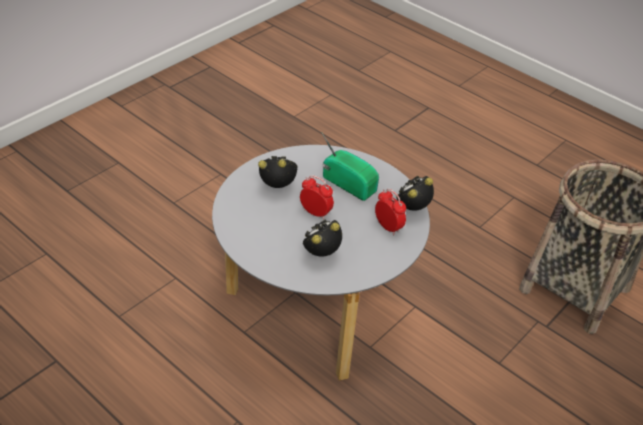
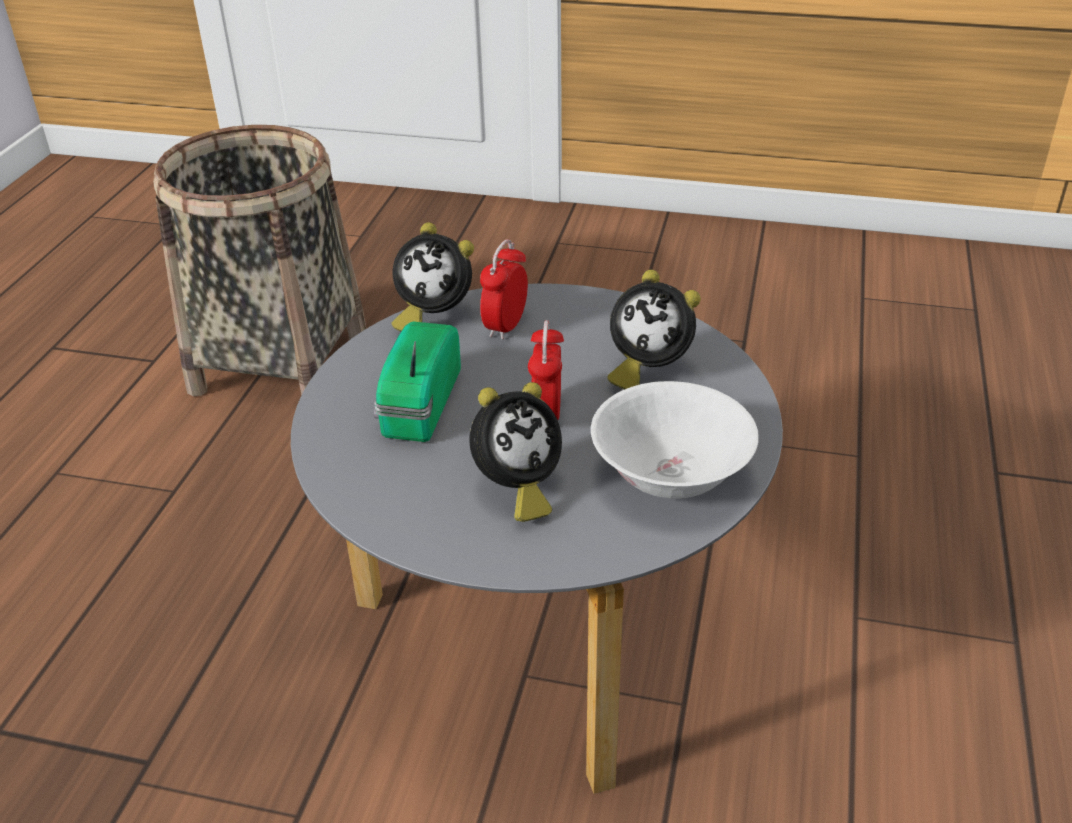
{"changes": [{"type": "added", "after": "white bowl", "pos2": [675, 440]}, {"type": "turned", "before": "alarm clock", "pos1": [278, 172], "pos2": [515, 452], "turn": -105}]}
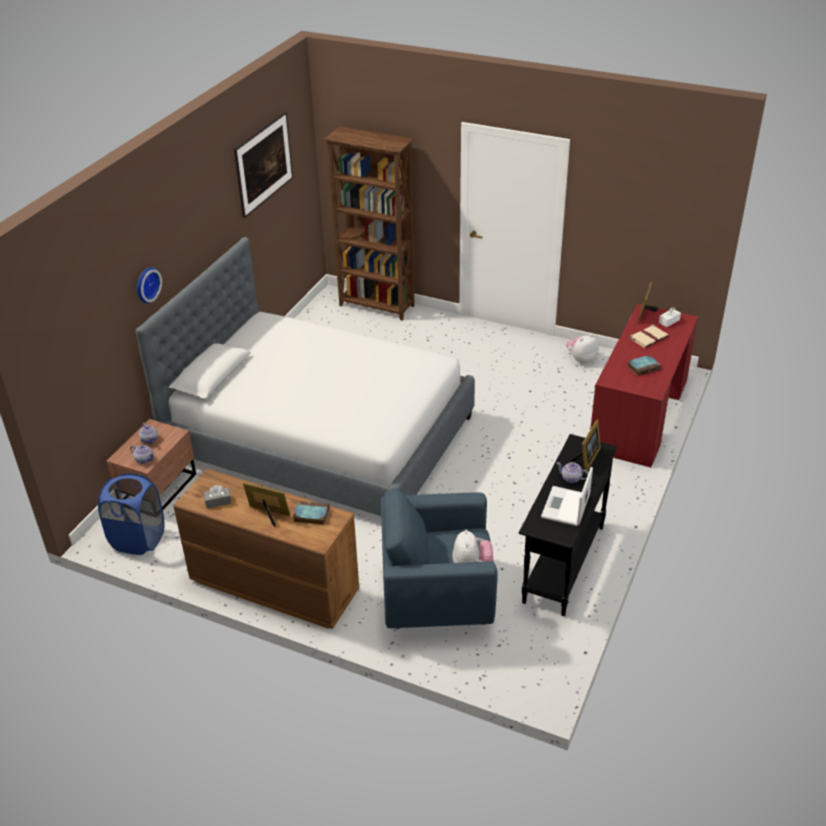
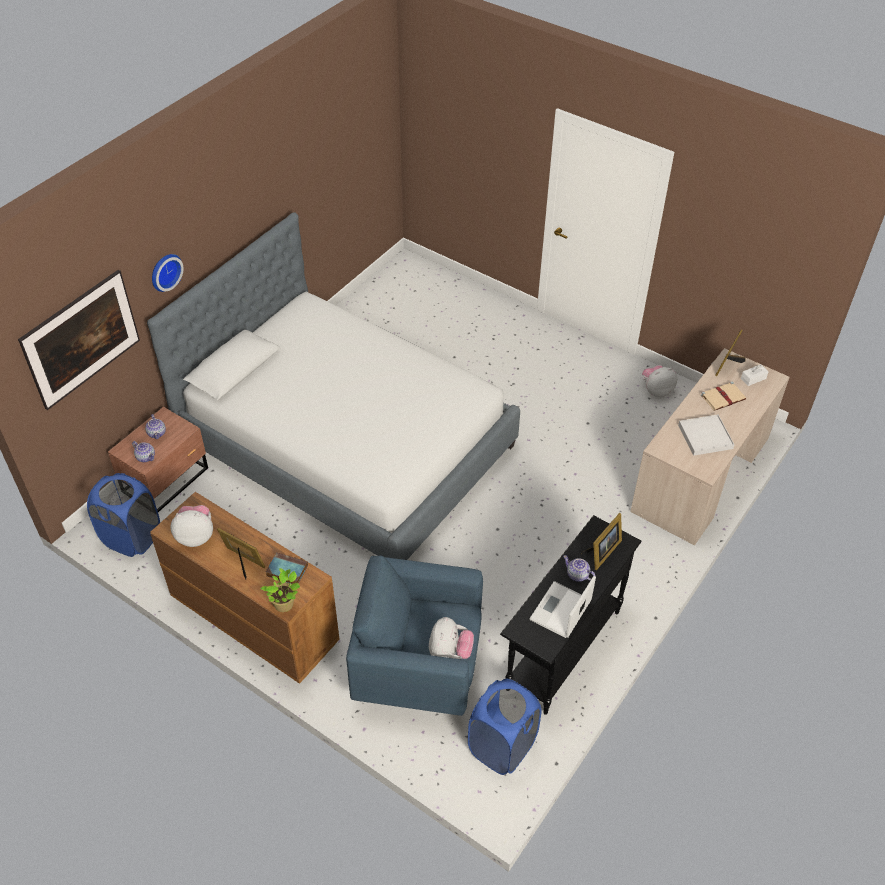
{"changes": [{"type": "removed", "before": "brown bookcase", "pos1": [369, 223]}, {"type": "added", "after": "potted plant", "pos2": [280, 590]}, {"type": "added", "after": "blue laundry basket", "pos2": [505, 727]}, {"type": "moved", "before": "picture", "pos1": [263, 165], "pos2": [79, 340]}, {"type": "replaced", "before": "grey tissue box", "after": "plush toy", "pos1": [217, 496], "pos2": [191, 526]}, {"type": "replaced", "before": "book", "after": "white tray", "pos1": [644, 365], "pos2": [706, 435]}, {"type": "recoloured", "before": "red desk", "after": "beige desk", "pos1": [644, 386], "pos2": [710, 446]}]}
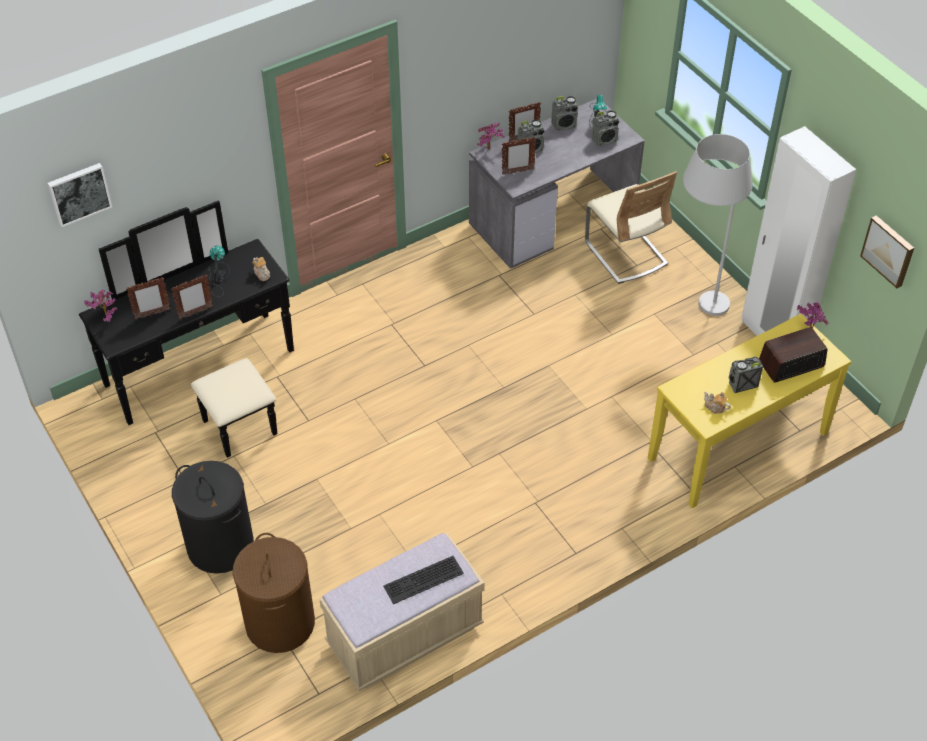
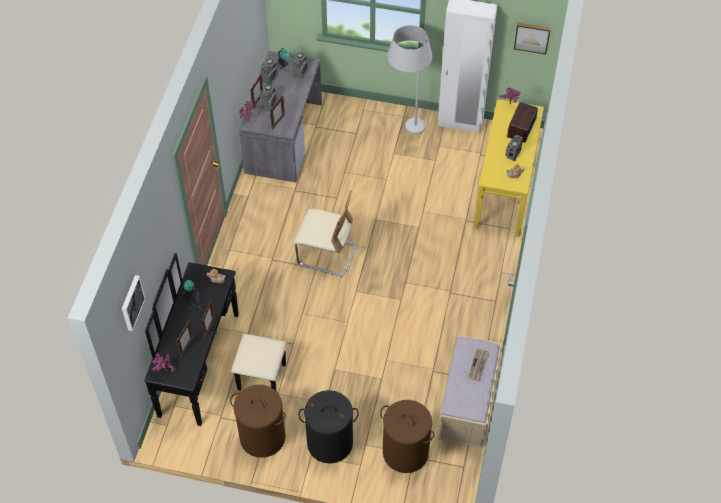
{"changes": [{"type": "added", "after": "brown laundry basket", "pos2": [258, 421]}, {"type": "moved", "before": "beige chair", "pos1": [631, 227], "pos2": [325, 233]}, {"type": "replaced", "before": "keyboard", "after": "newspaper", "pos1": [423, 580], "pos2": [478, 364]}]}
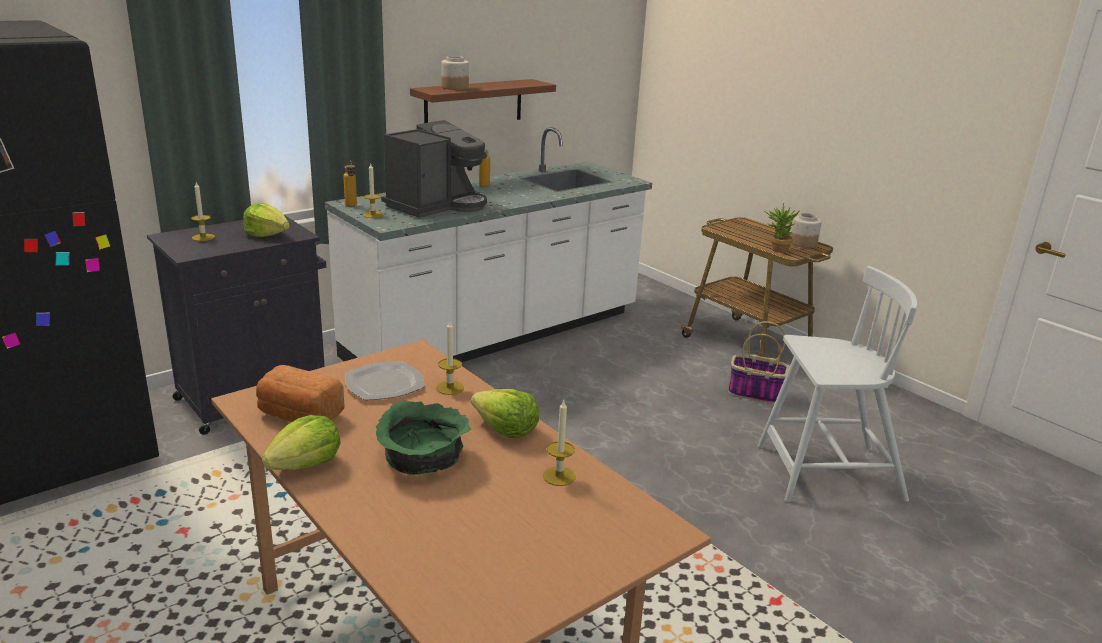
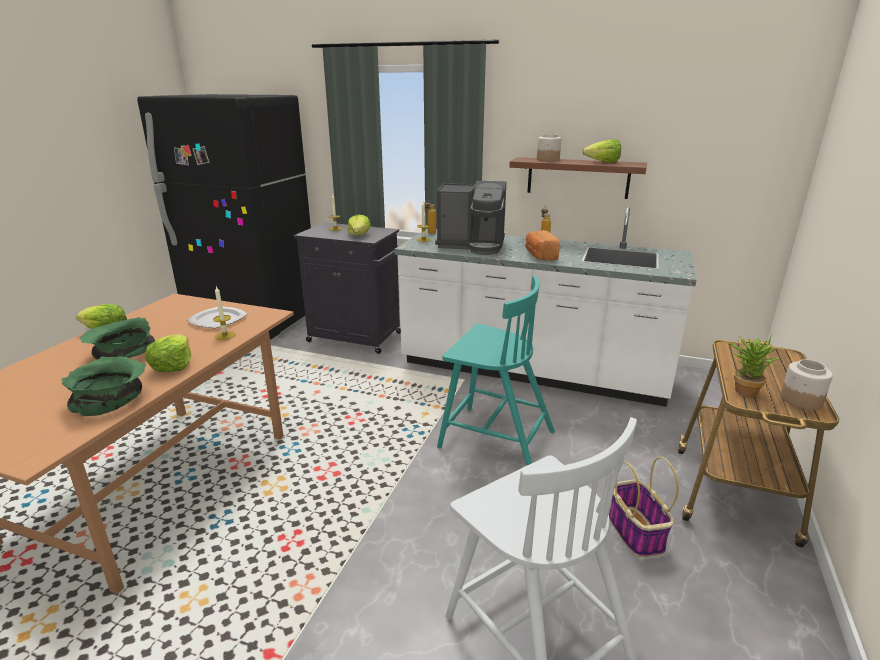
{"changes": [{"type": "added", "after": "turquoise chair", "pos2": [496, 370]}, {"type": "added", "after": "lettuce", "pos2": [601, 151]}, {"type": "moved", "before": "bread", "pos1": [300, 393], "pos2": [542, 245]}, {"type": "replaced", "before": "candle", "after": "green bowl", "pos1": [559, 443], "pos2": [104, 386]}]}
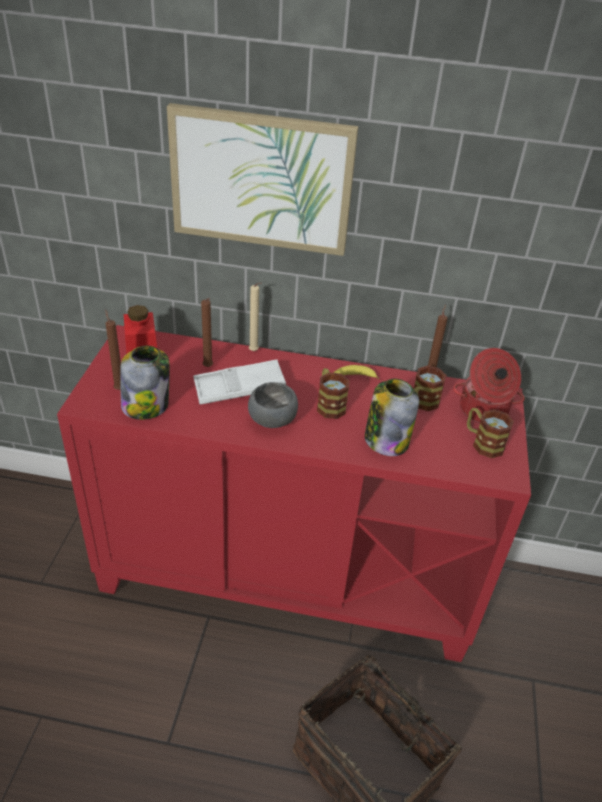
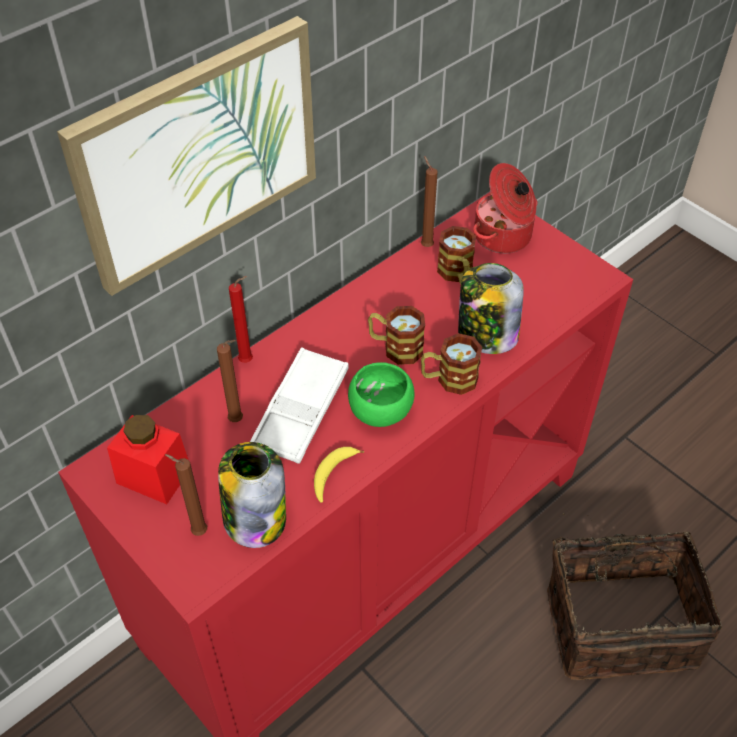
{"changes": [{"type": "moved", "before": "banana", "pos1": [356, 372], "pos2": [339, 475]}, {"type": "moved", "before": "mug", "pos1": [490, 433], "pos2": [452, 364]}, {"type": "recoloured", "before": "grey bowl", "after": "green bowl", "pos1": [273, 405], "pos2": [381, 394]}, {"type": "recoloured", "before": "beige candle", "after": "red candle", "pos1": [255, 317], "pos2": [241, 319]}]}
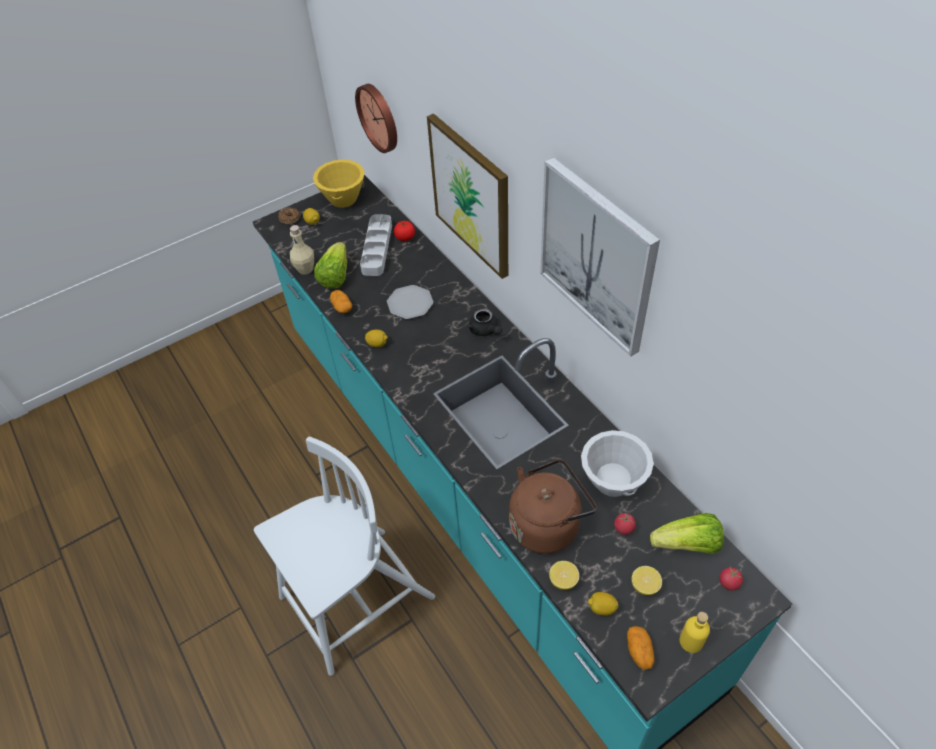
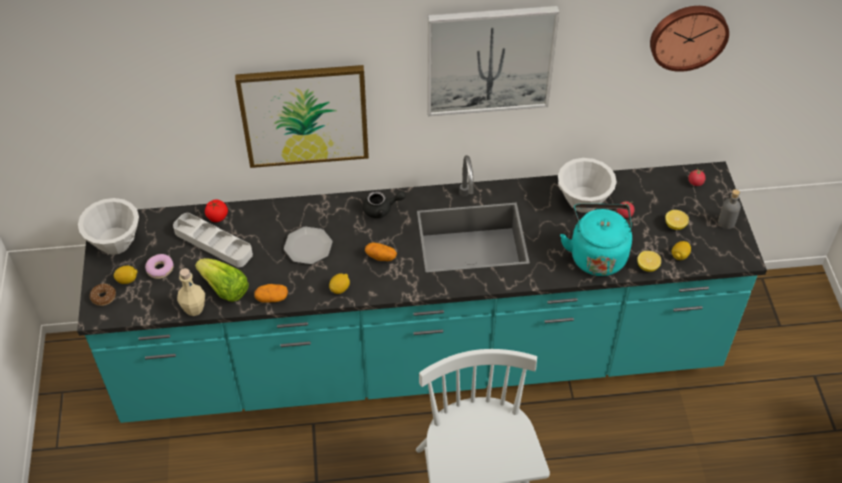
{"changes": [{"type": "removed", "before": "lettuce", "pos1": [687, 533]}, {"type": "added", "after": "donut", "pos2": [159, 266]}, {"type": "moved", "before": "wall clock", "pos1": [376, 118], "pos2": [689, 39]}, {"type": "moved", "before": "potato", "pos1": [640, 648], "pos2": [381, 251]}, {"type": "recoloured", "before": "yellow bowl", "after": "white bowl", "pos1": [339, 184], "pos2": [108, 226]}, {"type": "recoloured", "before": "brown kettle", "after": "turquoise kettle", "pos1": [553, 506], "pos2": [596, 240]}, {"type": "recoloured", "before": "yellow bottle", "after": "grey bottle", "pos1": [694, 632], "pos2": [729, 209]}]}
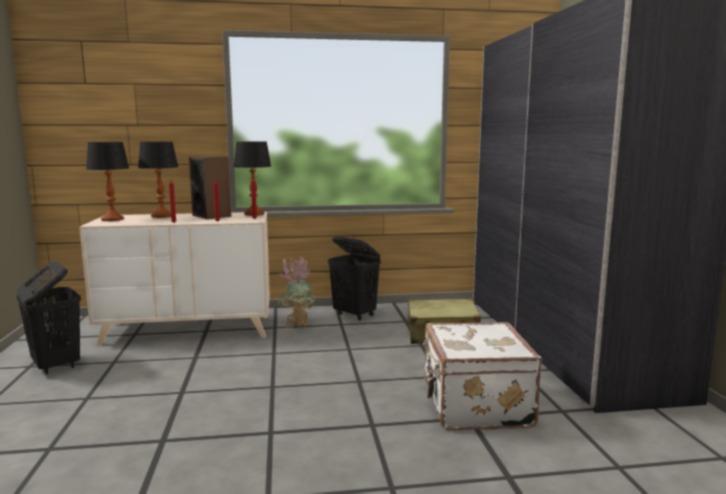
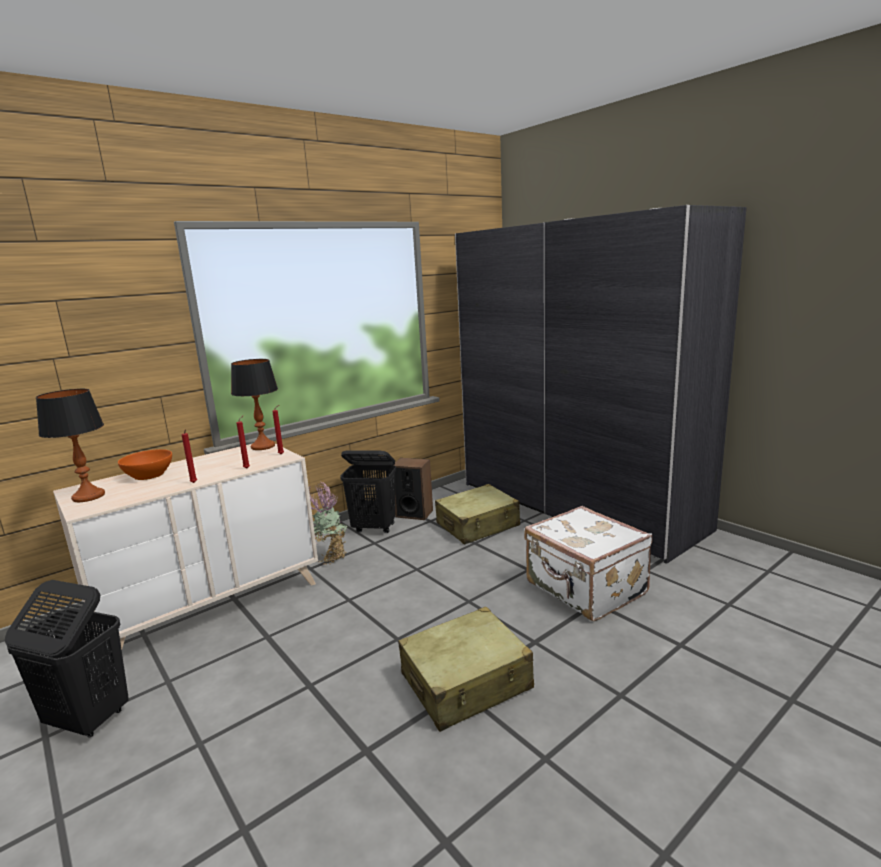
{"changes": [{"type": "added", "after": "beige suitcase", "pos2": [466, 669]}, {"type": "moved", "before": "speaker", "pos1": [210, 187], "pos2": [413, 489]}, {"type": "replaced", "before": "table lamp", "after": "orange bowl", "pos1": [158, 180], "pos2": [145, 464]}]}
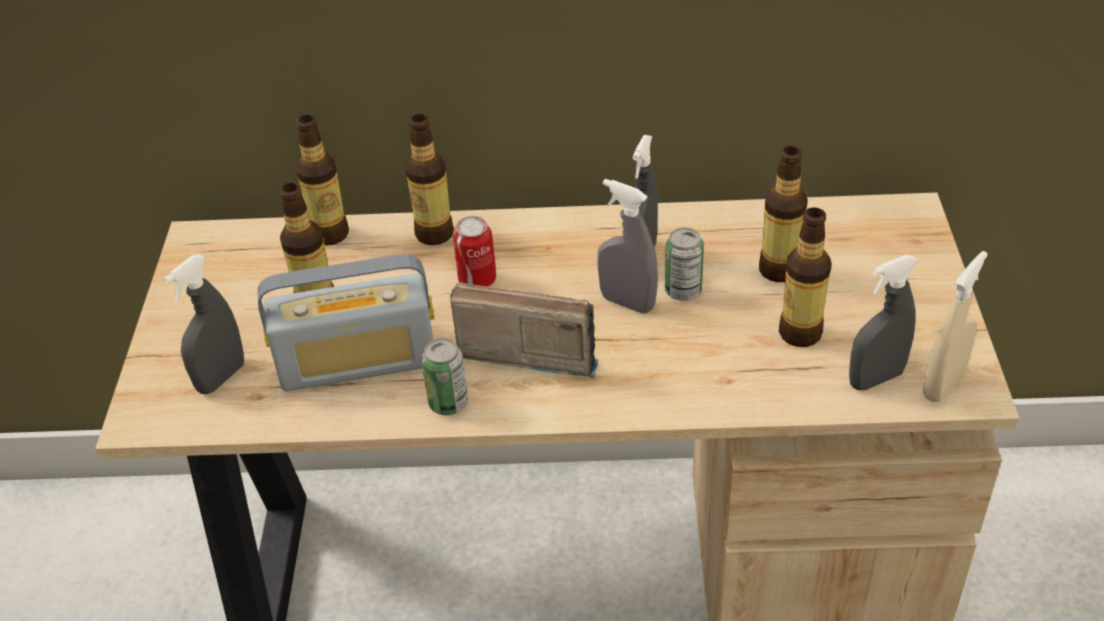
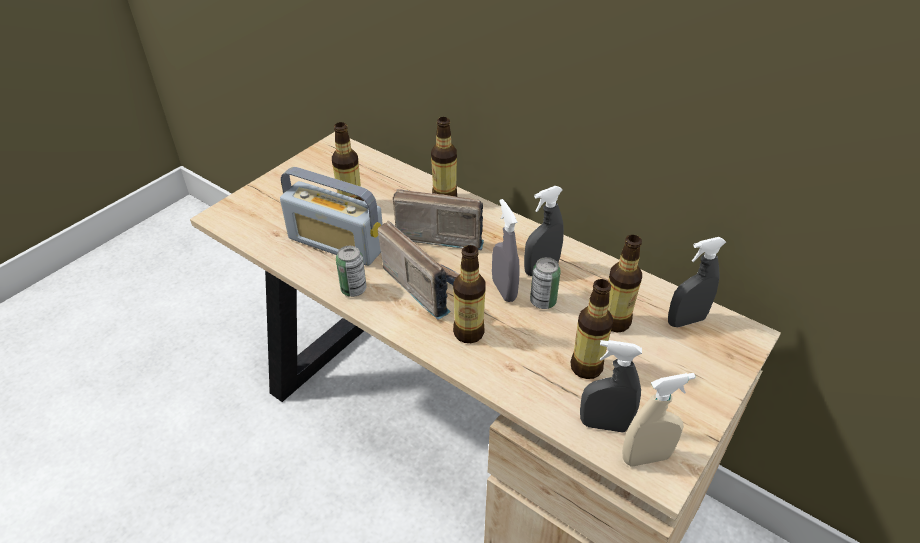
{"changes": [{"type": "moved", "before": "grey spray bottle", "pos1": [204, 324], "pos2": [697, 282]}, {"type": "moved", "before": "bottle", "pos1": [322, 180], "pos2": [469, 294]}, {"type": "replaced", "before": "can", "after": "radio", "pos1": [474, 251], "pos2": [438, 219]}]}
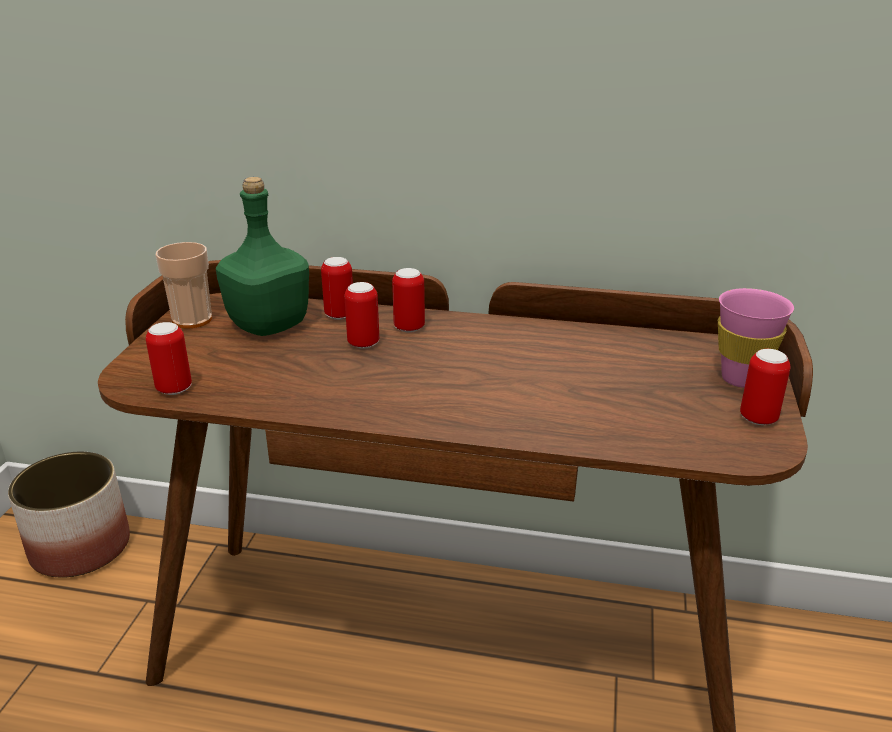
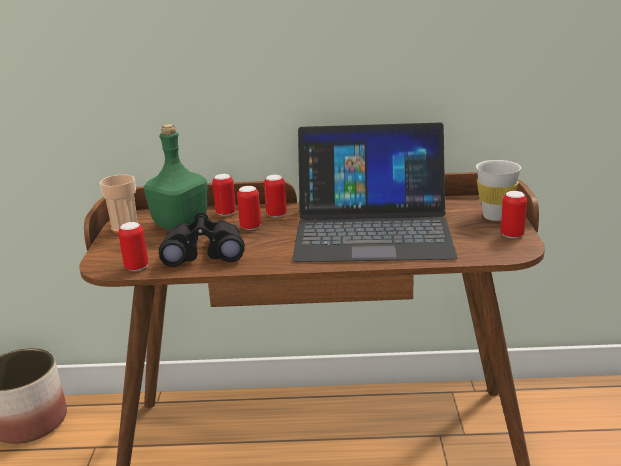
{"changes": [{"type": "added", "after": "black binoculars", "pos2": [202, 239]}, {"type": "added", "after": "laptop", "pos2": [375, 192]}, {"type": "recoloured", "before": "pink cup", "after": "white cup", "pos1": [756, 338], "pos2": [498, 190]}]}
